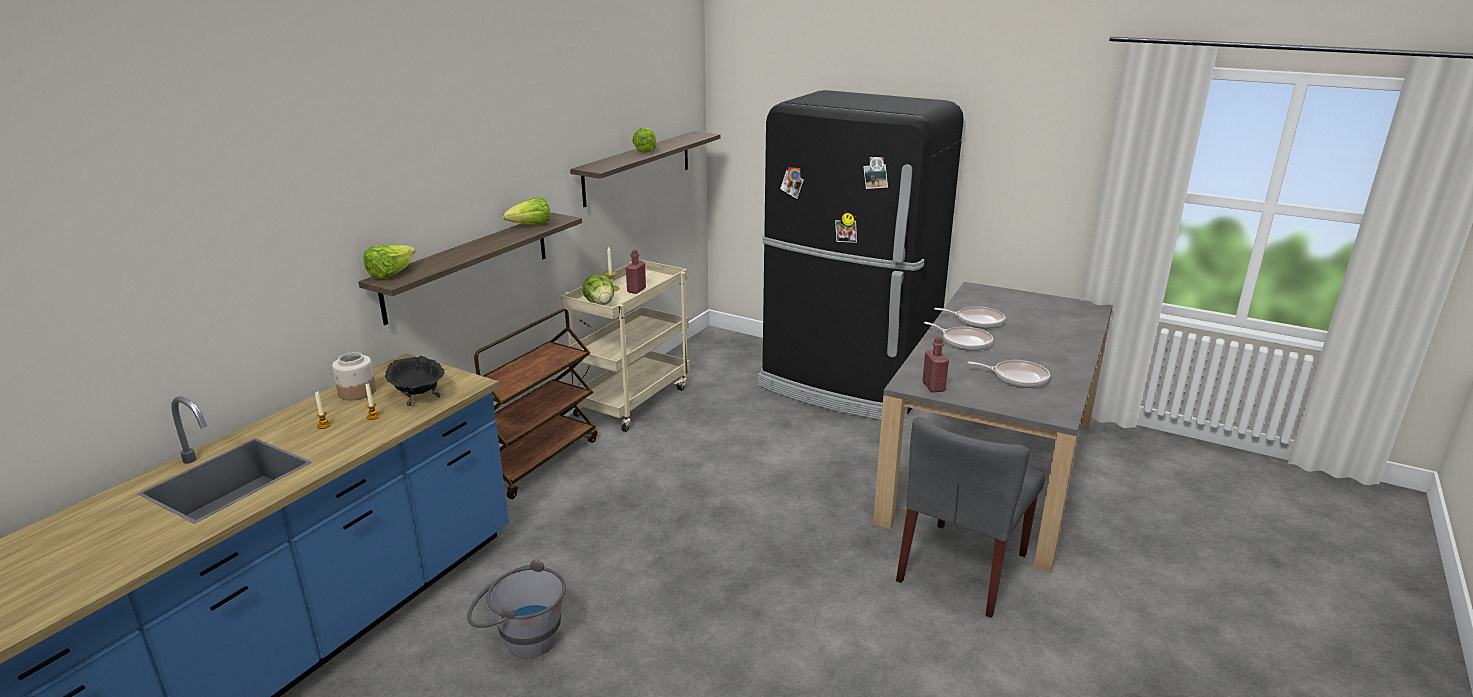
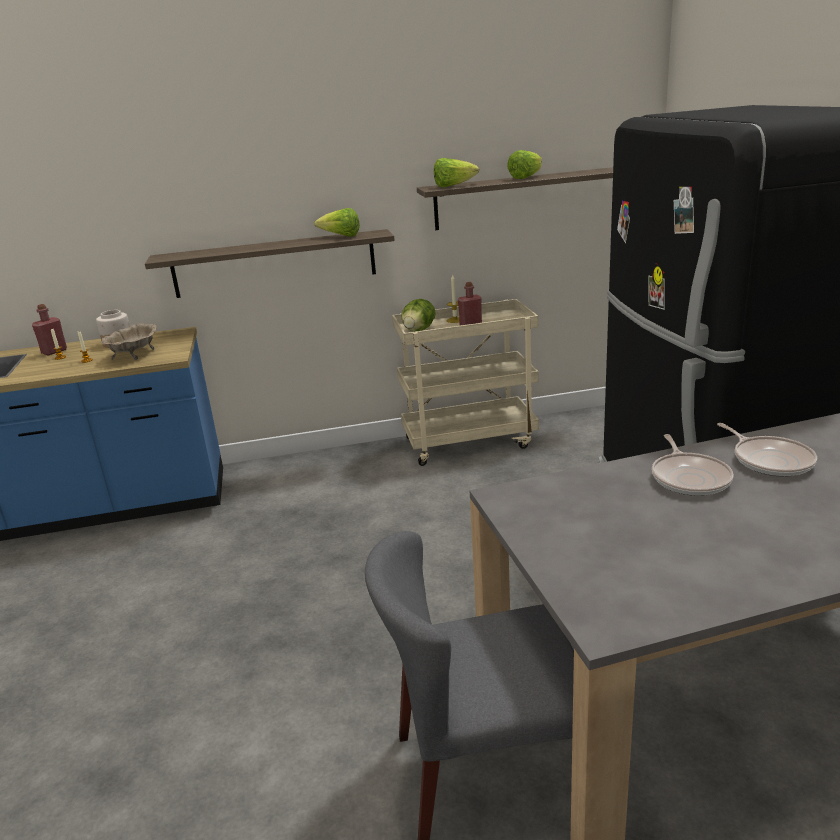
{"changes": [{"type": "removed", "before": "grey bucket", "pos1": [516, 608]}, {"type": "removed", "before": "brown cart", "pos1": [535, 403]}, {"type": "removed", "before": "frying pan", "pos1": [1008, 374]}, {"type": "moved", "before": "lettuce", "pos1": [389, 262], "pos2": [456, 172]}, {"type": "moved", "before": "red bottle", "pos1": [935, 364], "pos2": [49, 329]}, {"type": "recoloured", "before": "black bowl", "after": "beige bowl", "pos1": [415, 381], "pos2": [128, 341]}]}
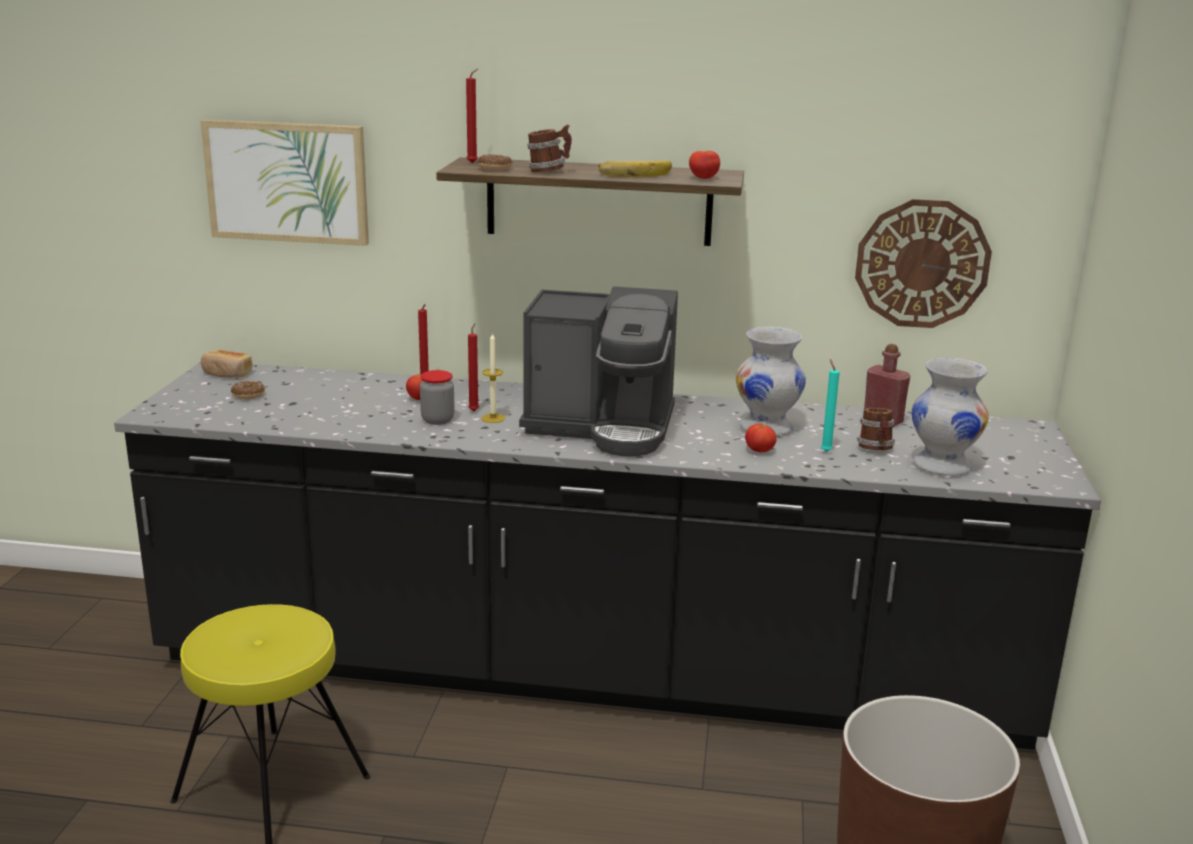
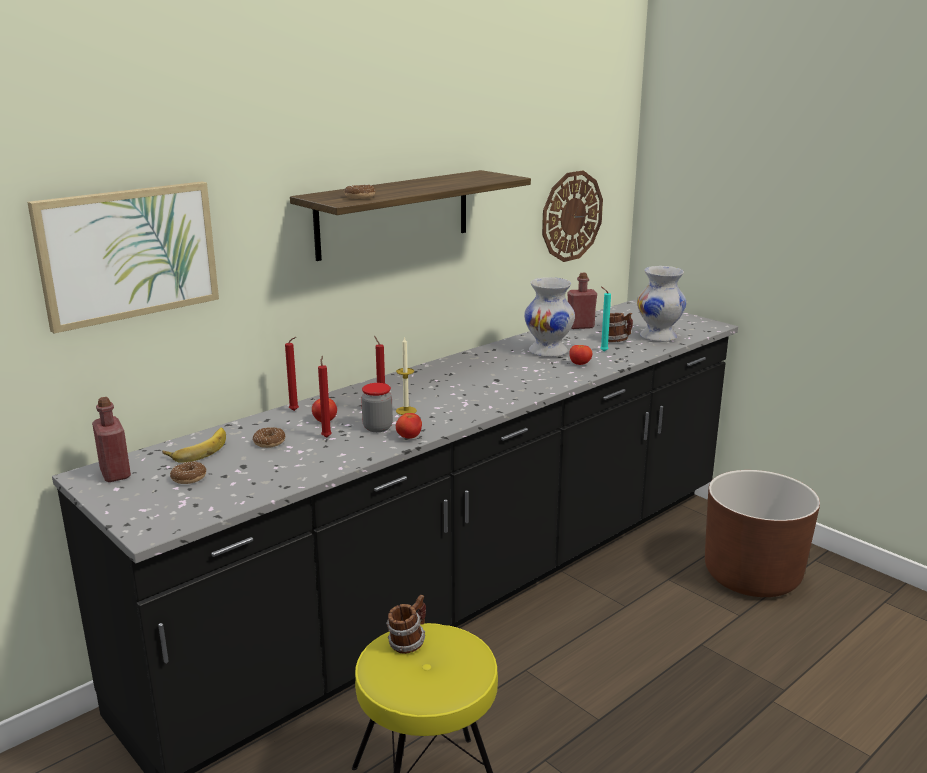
{"changes": [{"type": "removed", "before": "coffee machine", "pos1": [598, 371]}, {"type": "added", "after": "donut", "pos2": [269, 437]}, {"type": "moved", "before": "red candle", "pos1": [472, 115], "pos2": [325, 397]}, {"type": "moved", "before": "mug", "pos1": [549, 148], "pos2": [406, 624]}, {"type": "moved", "before": "banana", "pos1": [635, 169], "pos2": [194, 445]}, {"type": "moved", "before": "tomato", "pos1": [704, 165], "pos2": [409, 426]}, {"type": "replaced", "before": "bread", "after": "red bottle", "pos1": [227, 364], "pos2": [111, 439]}]}
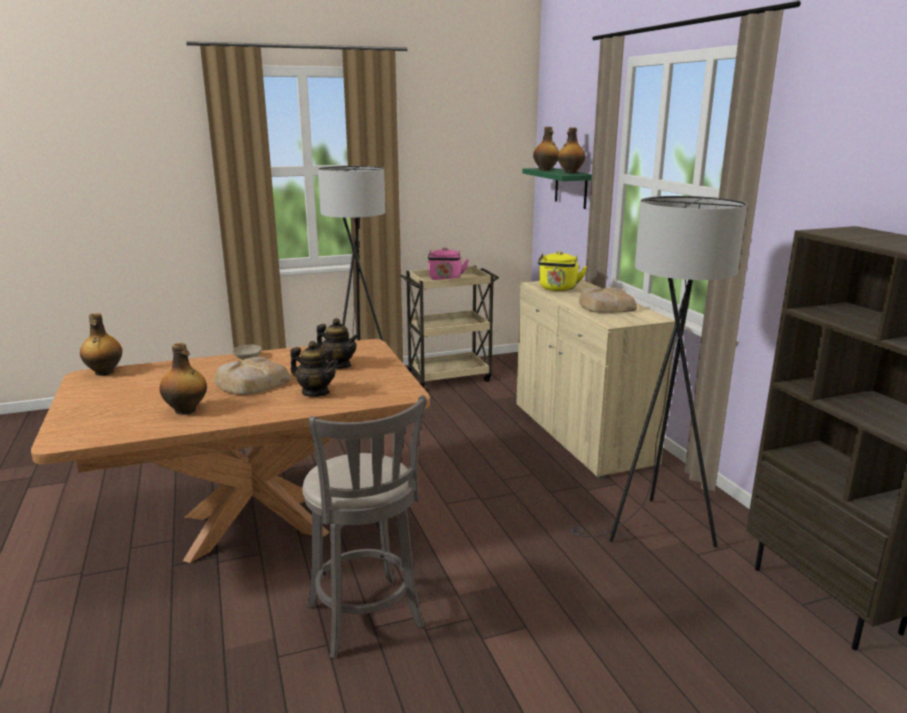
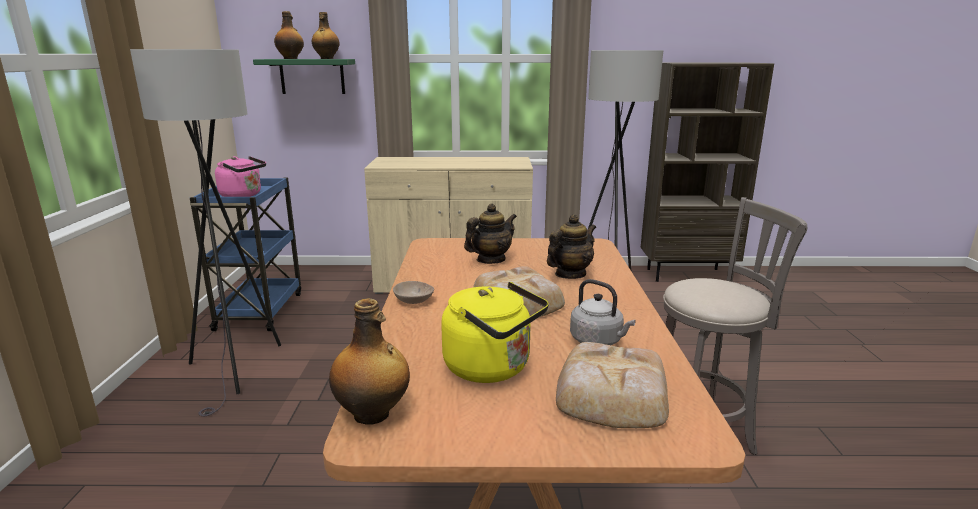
{"changes": [{"type": "moved", "before": "yellow kettle", "pos1": [562, 271], "pos2": [495, 332]}, {"type": "moved", "before": "bread", "pos1": [608, 300], "pos2": [612, 385]}, {"type": "replaced", "before": "bottle", "after": "grey kettle", "pos1": [183, 379], "pos2": [603, 312]}, {"type": "recoloured", "before": "beige cart", "after": "blue cart", "pos1": [449, 327], "pos2": [245, 254]}]}
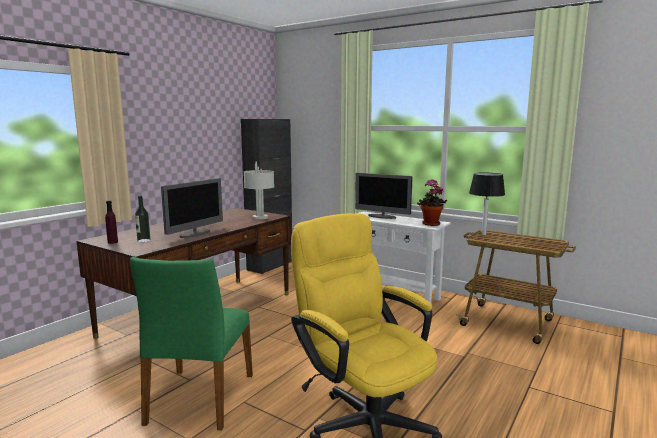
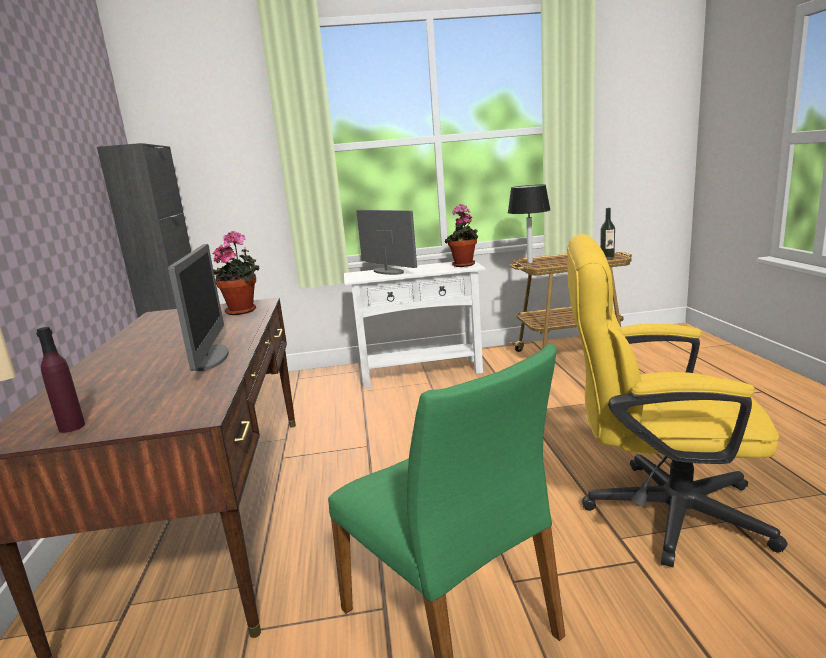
{"changes": [{"type": "moved", "before": "bottle", "pos1": [143, 219], "pos2": [607, 234]}, {"type": "replaced", "before": "grey table lamp", "after": "potted plant", "pos1": [259, 190], "pos2": [235, 273]}, {"type": "turned", "before": "monitor", "pos1": [384, 196], "pos2": [386, 242], "turn": -120}]}
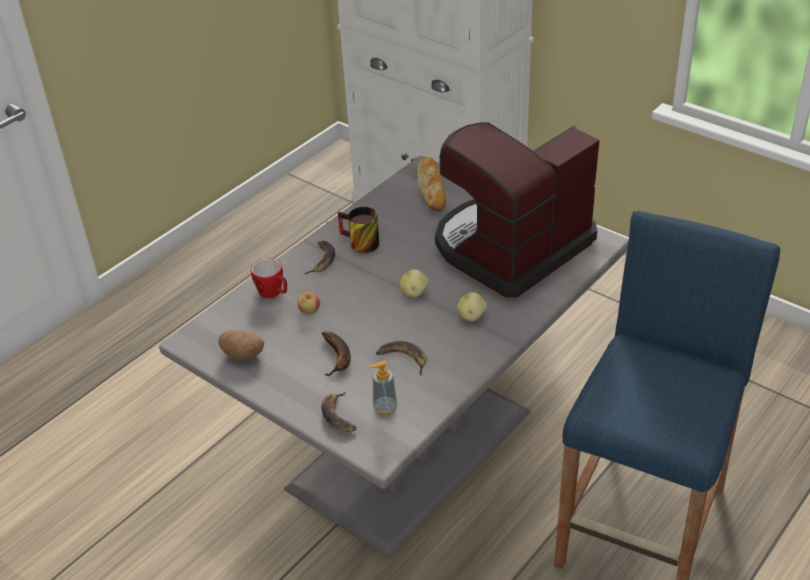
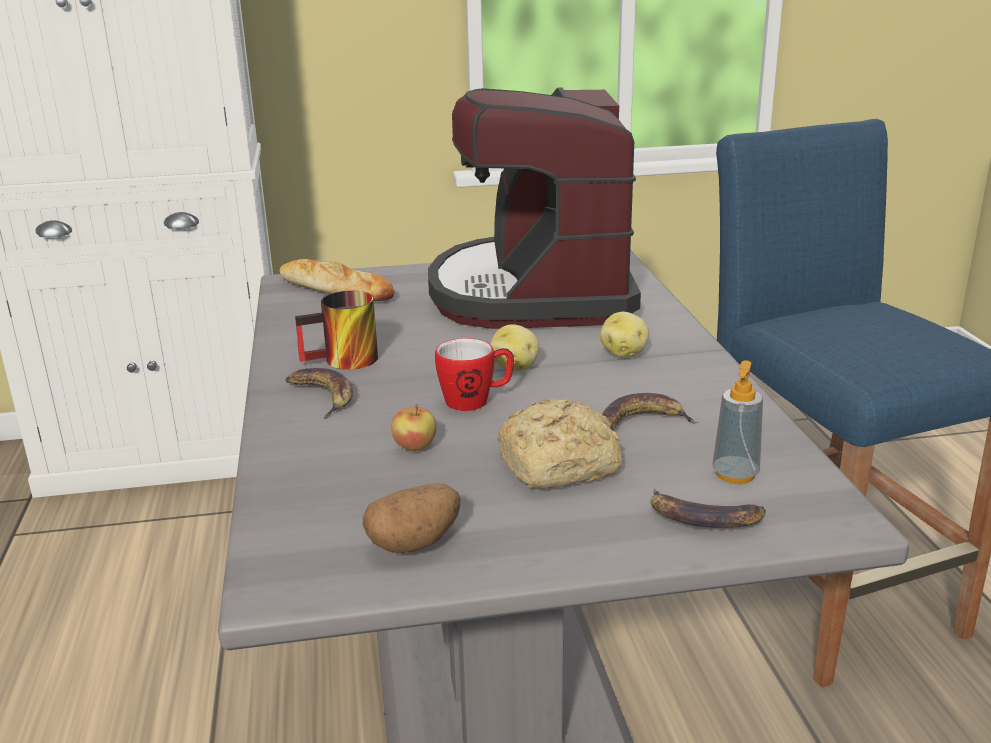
{"changes": [{"type": "moved", "before": "mug", "pos1": [269, 278], "pos2": [474, 374]}, {"type": "replaced", "before": "banana", "after": "bread", "pos1": [336, 354], "pos2": [560, 443]}]}
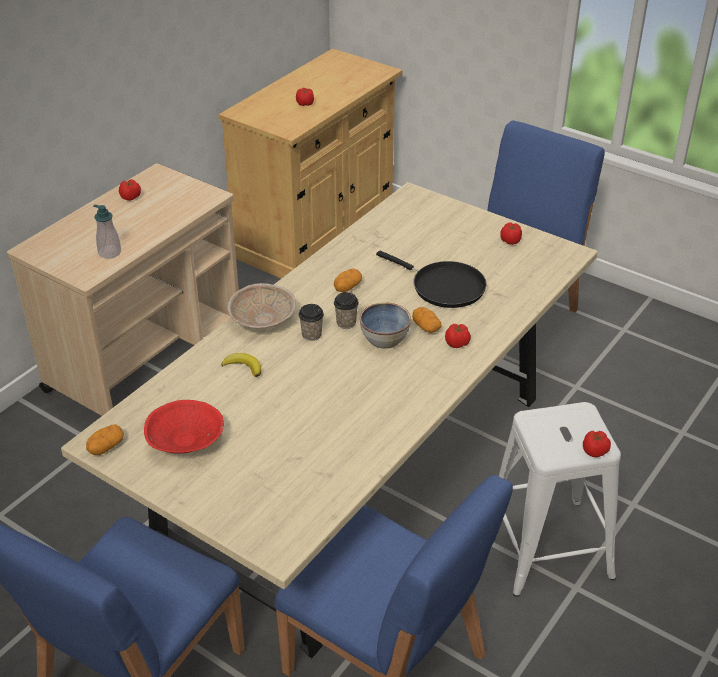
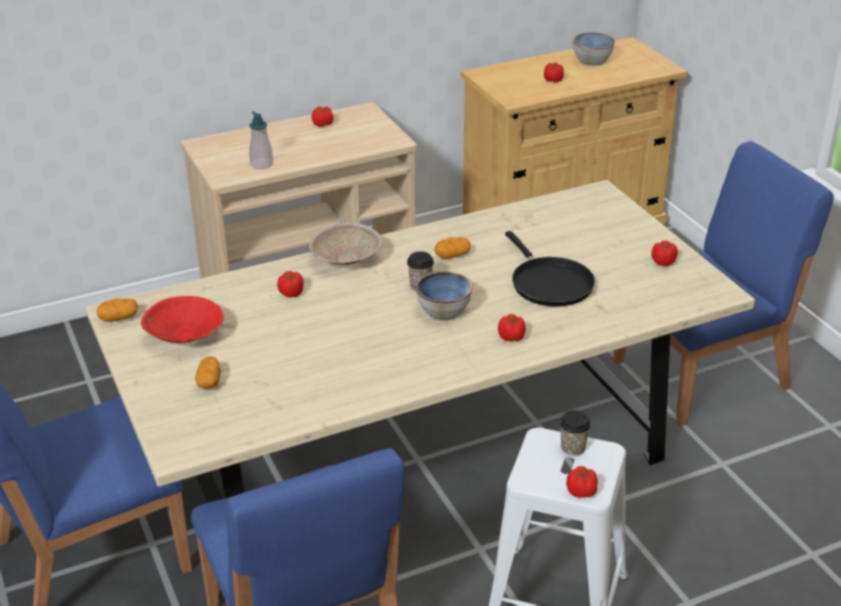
{"changes": [{"type": "added", "after": "bowl", "pos2": [594, 49]}, {"type": "moved", "before": "cup", "pos1": [311, 322], "pos2": [575, 433]}, {"type": "moved", "before": "potato", "pos1": [426, 320], "pos2": [208, 372]}, {"type": "replaced", "before": "banana", "after": "tomato", "pos1": [241, 365], "pos2": [290, 284]}]}
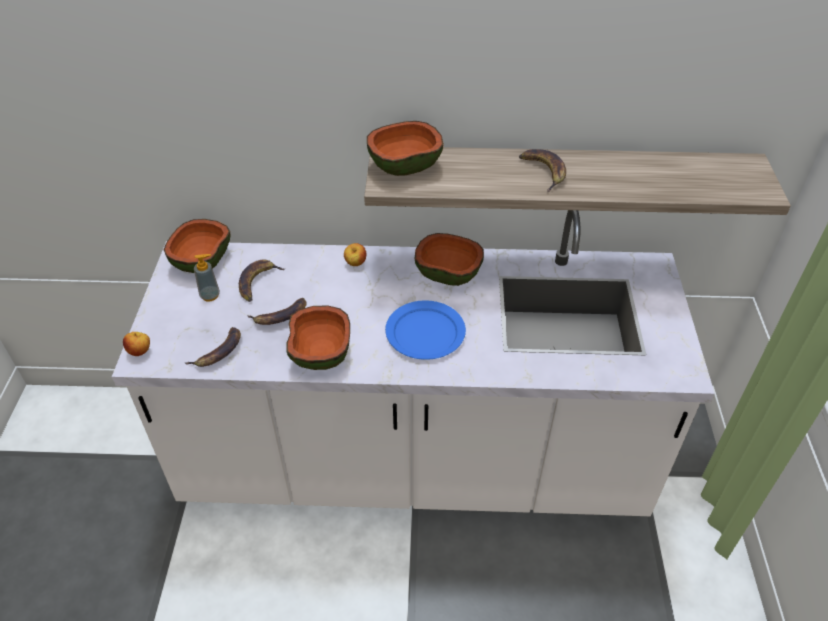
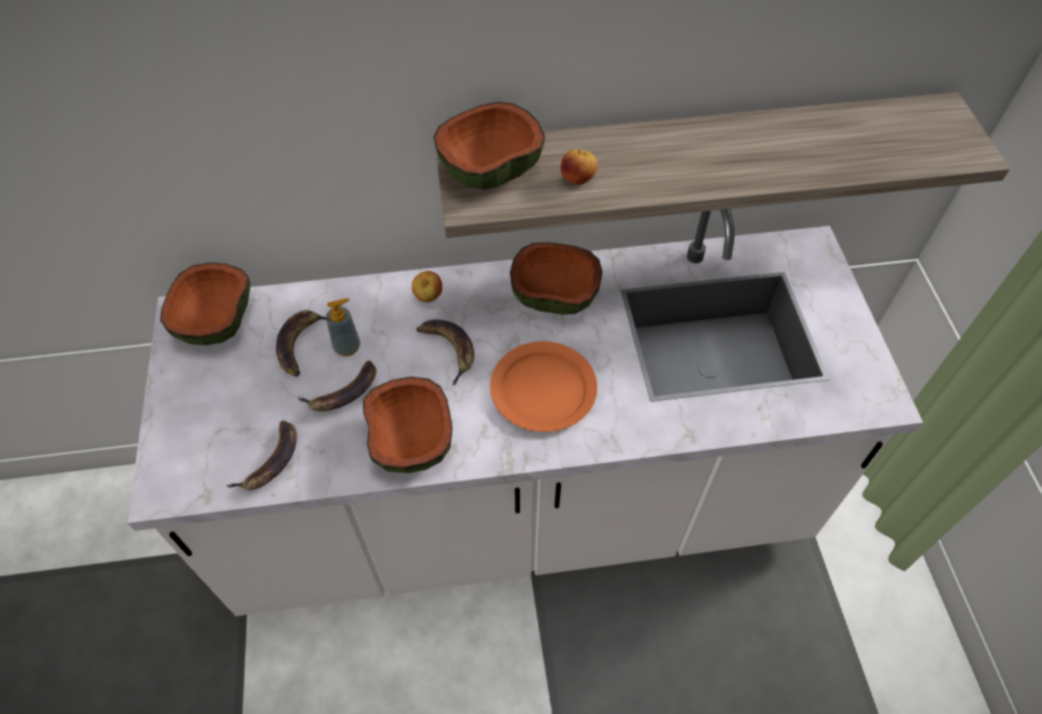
{"changes": [{"type": "moved", "before": "apple", "pos1": [136, 344], "pos2": [579, 167]}, {"type": "moved", "before": "soap dispenser", "pos1": [207, 277], "pos2": [343, 327]}, {"type": "moved", "before": "banana", "pos1": [542, 170], "pos2": [445, 352]}, {"type": "recoloured", "before": "blue plate", "after": "orange plate", "pos1": [425, 330], "pos2": [543, 386]}]}
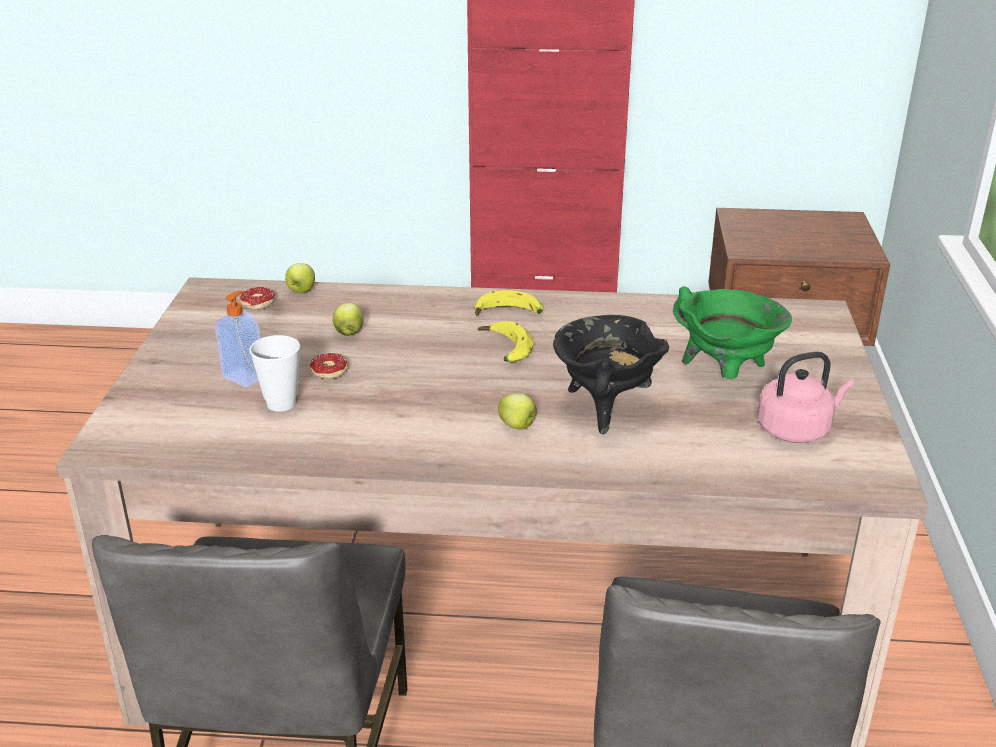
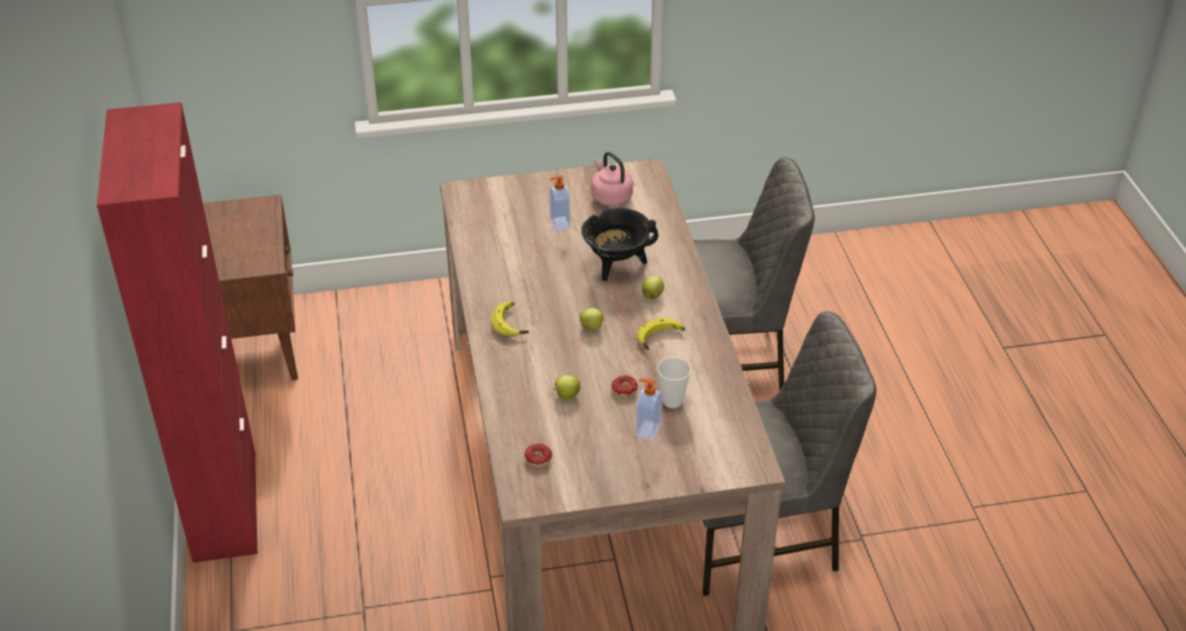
{"changes": [{"type": "moved", "before": "apple", "pos1": [300, 278], "pos2": [592, 319]}, {"type": "moved", "before": "banana", "pos1": [505, 341], "pos2": [661, 334]}, {"type": "replaced", "before": "green cooking pot", "after": "soap dispenser", "pos1": [732, 332], "pos2": [559, 203]}]}
